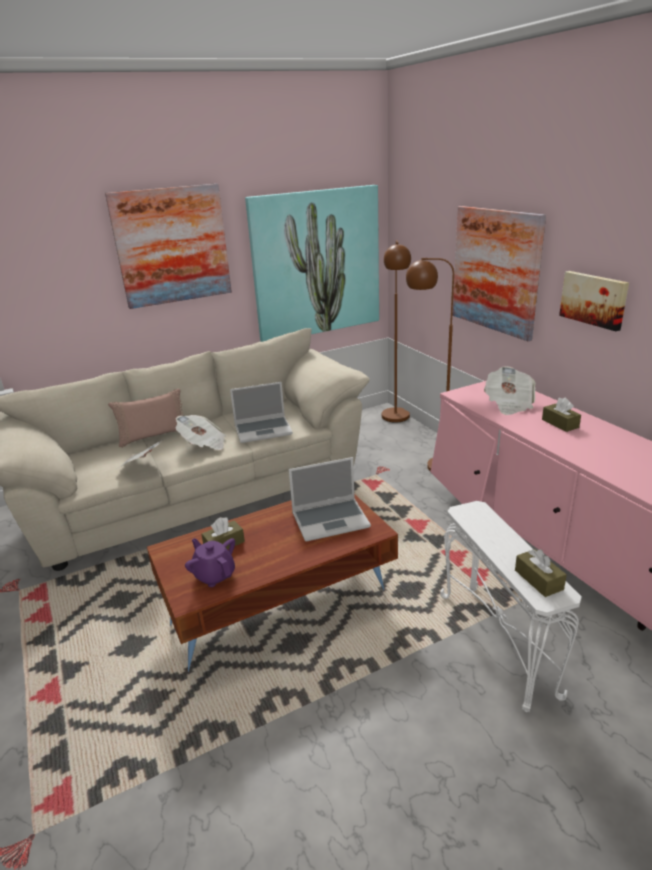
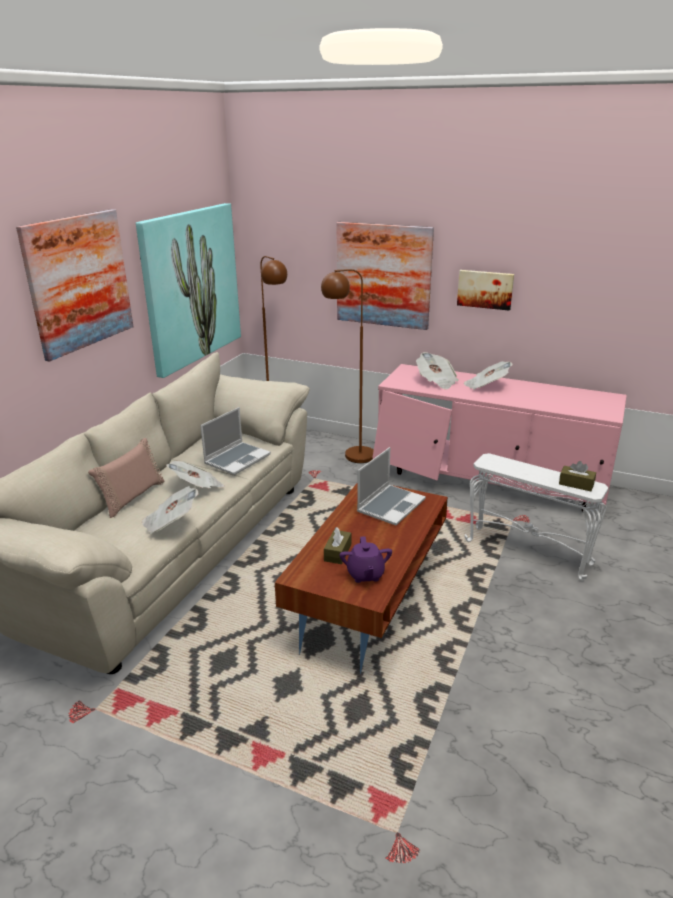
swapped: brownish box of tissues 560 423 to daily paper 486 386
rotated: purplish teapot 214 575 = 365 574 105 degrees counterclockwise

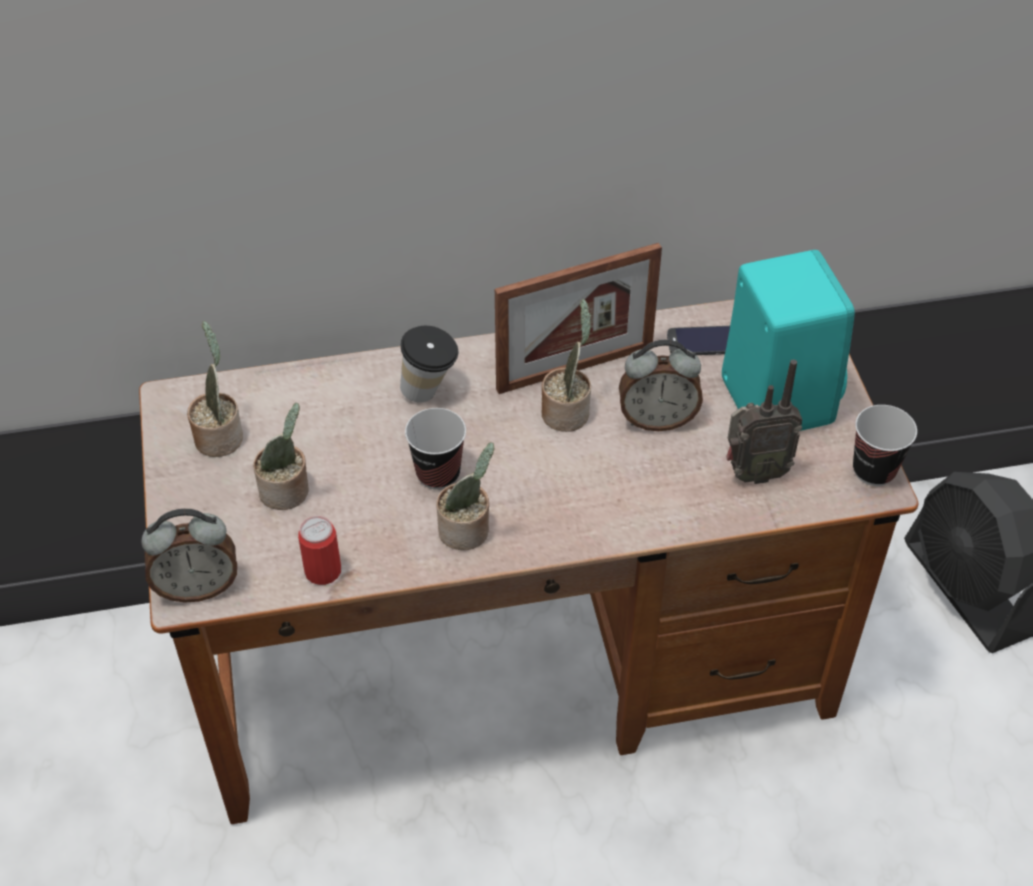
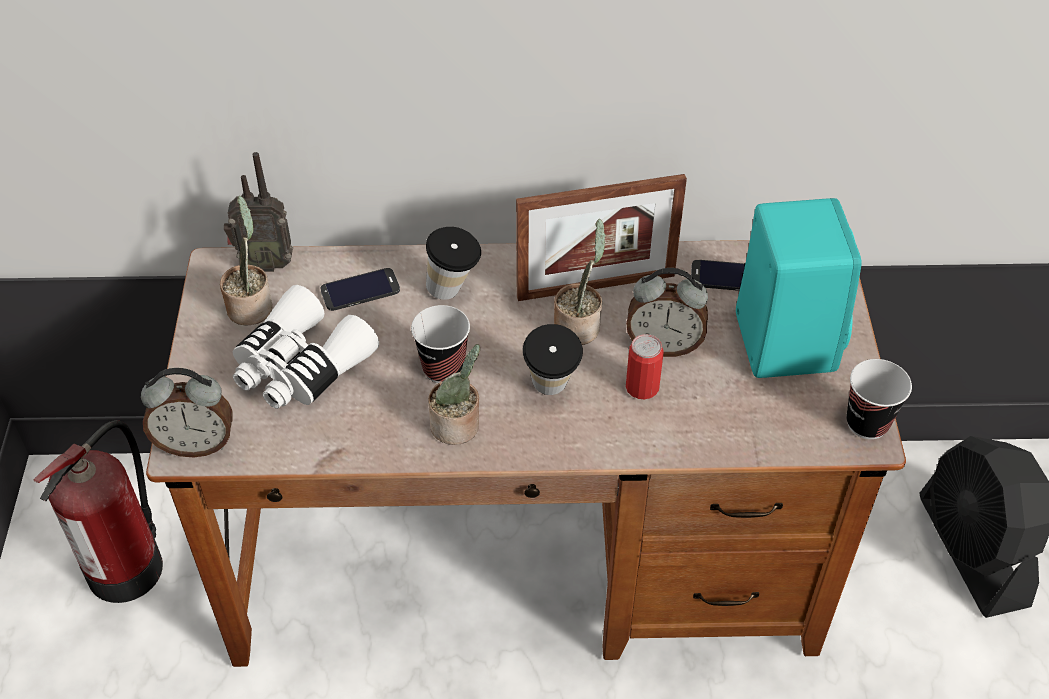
new: fire extinguisher 128 565; phone 360 290; cup 551 391
shifted: metal can 323 571 to 642 387; radio receiver 753 473 to 265 262
swapped: houseplant 287 492 to white-coloured field glasses 300 366

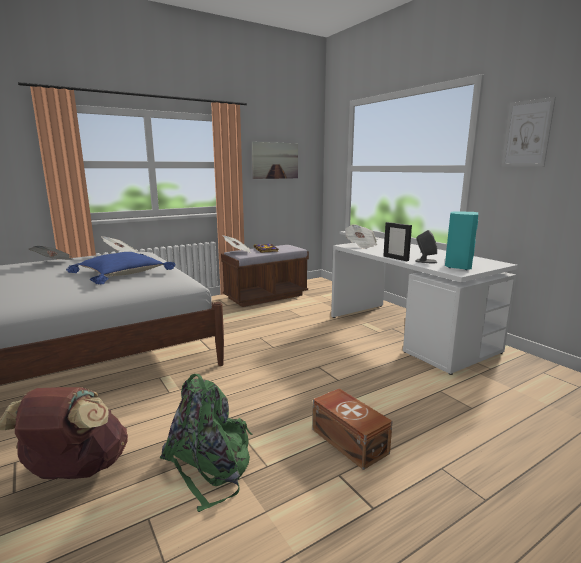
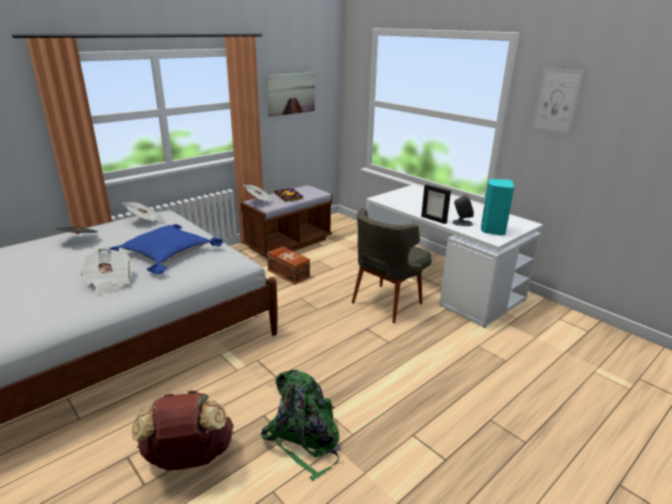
new: greyish plain chair 387 303
shifted: brownish storage container 349 440 to 288 273; daily paper 360 245 to 109 282

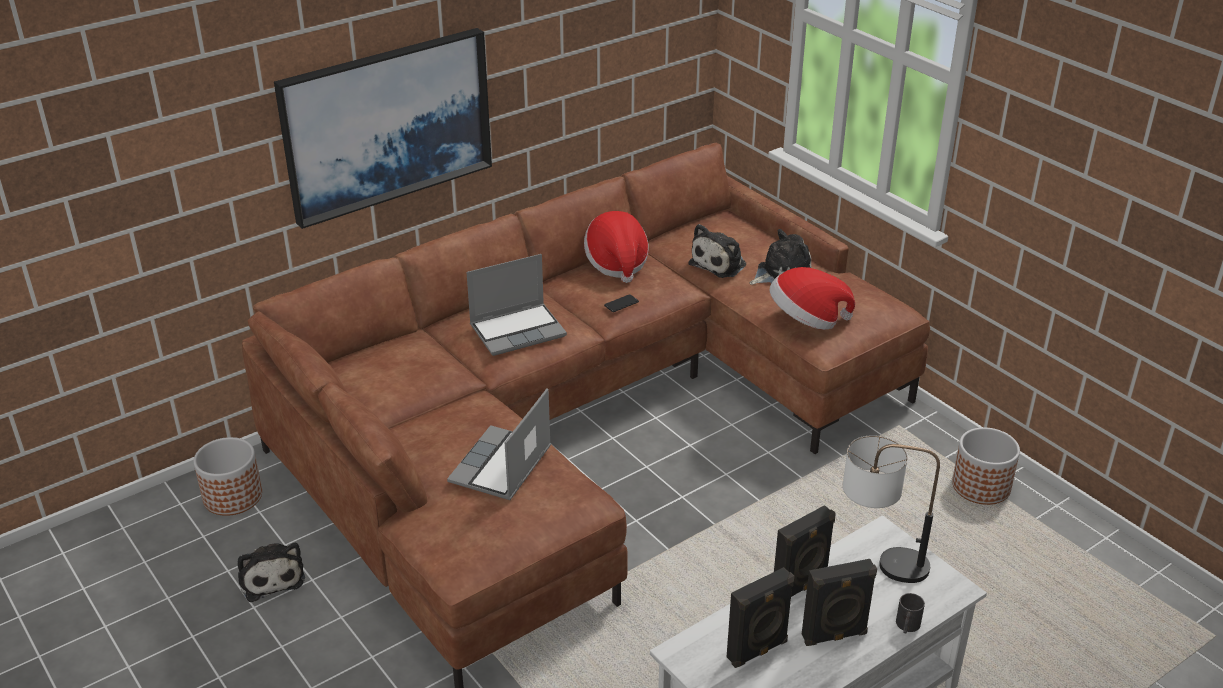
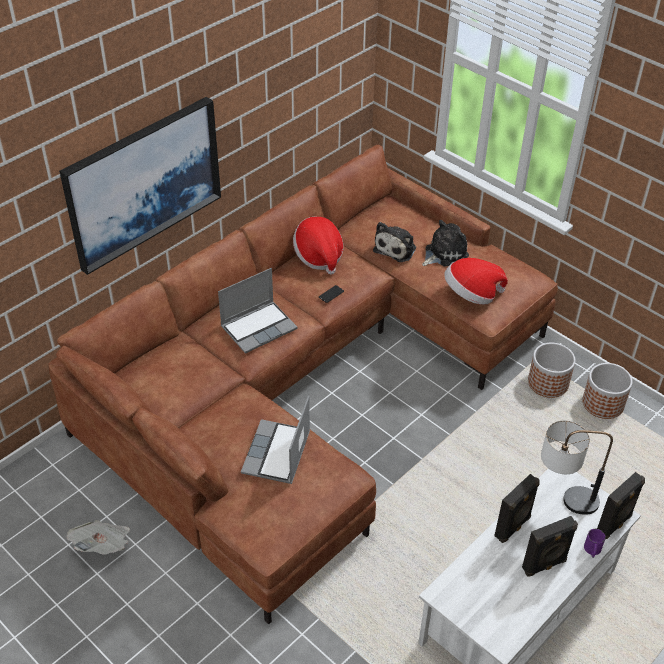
shifted: plant pot 233 497 to 548 383; black-coloured loudspeaker 758 651 to 614 525
swapped: plush toy 271 577 to daily paper 103 545
repainted: black-coloured tea mug 907 626 to purplish tea mug 592 550

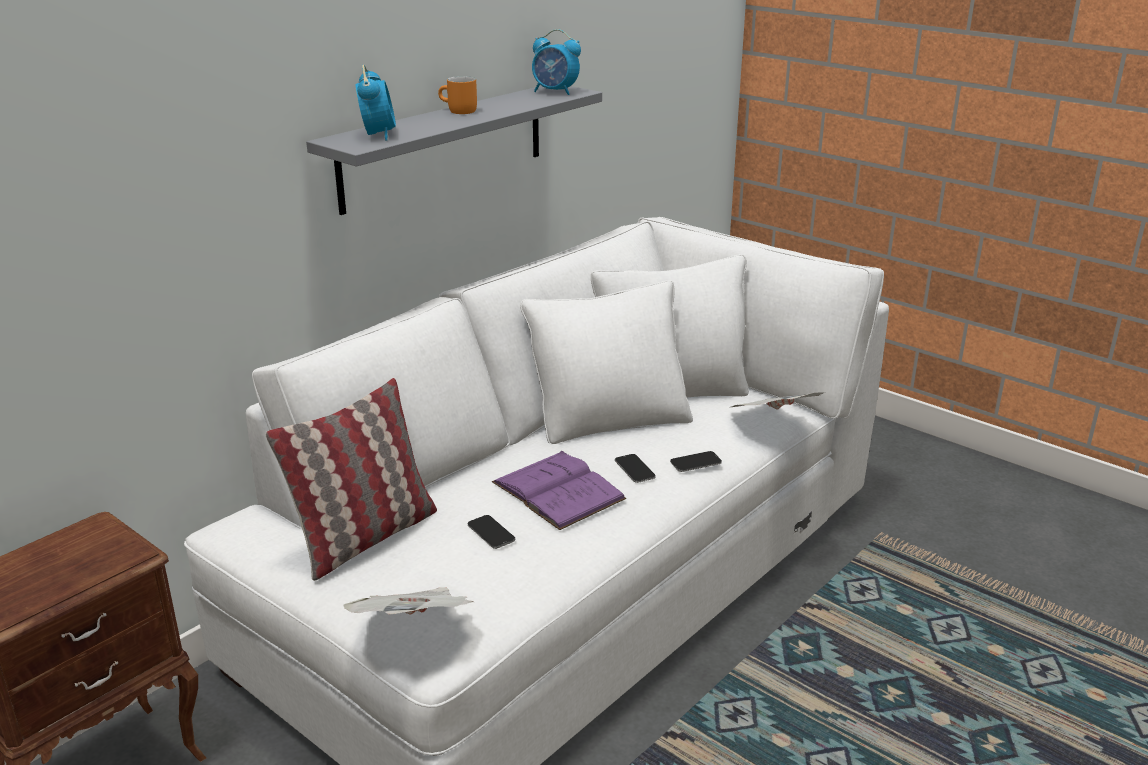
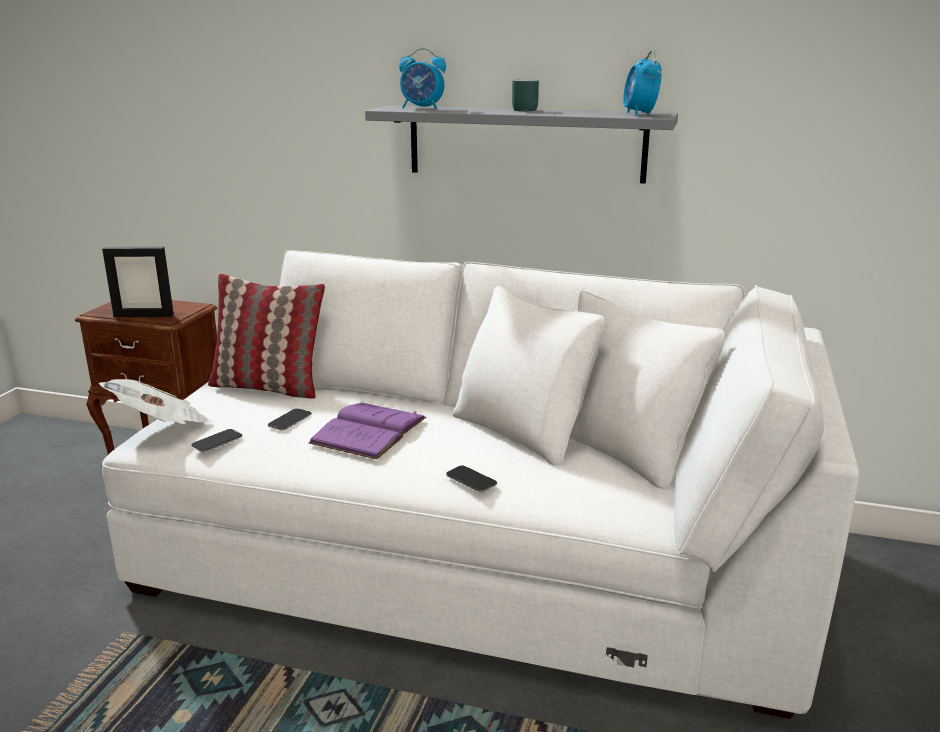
gone: daily paper 773 423
new: picture frame 144 315
shifted: phone 634 469 to 217 441
repainted: orange tea mug 457 111 to blue-green tea mug 522 110
rotated: table clock 378 135 = 422 108 45 degrees clockwise

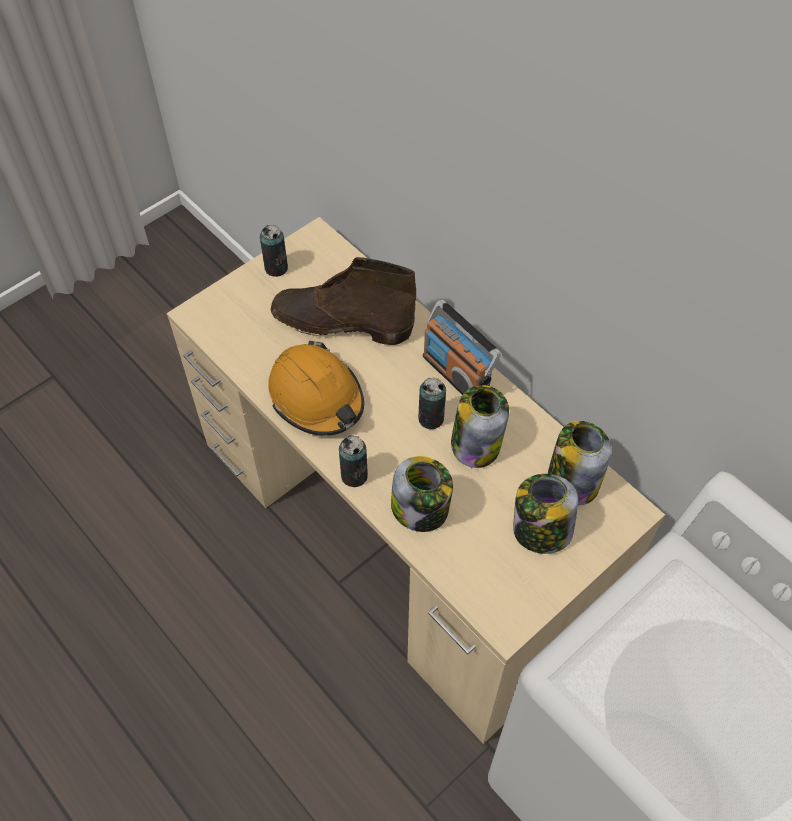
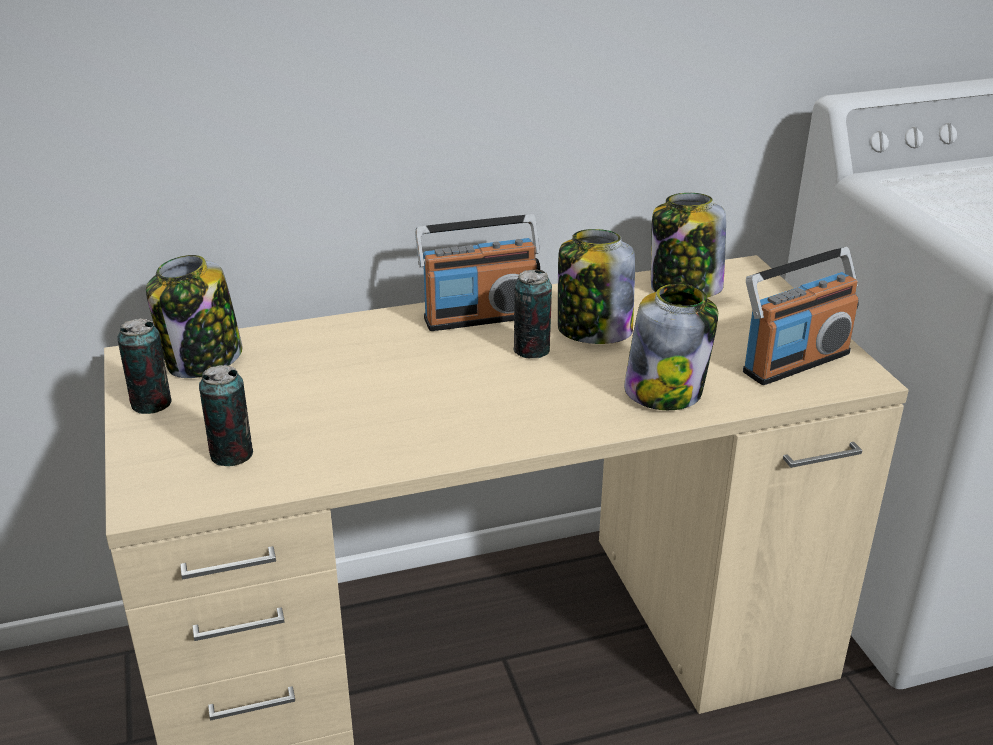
gone: orange safety helmet 317 397; brownish tall boot 341 322
new: radio receiver 795 362
shifted: metal can 354 475 to 231 454; storage jar 540 531 to 203 360

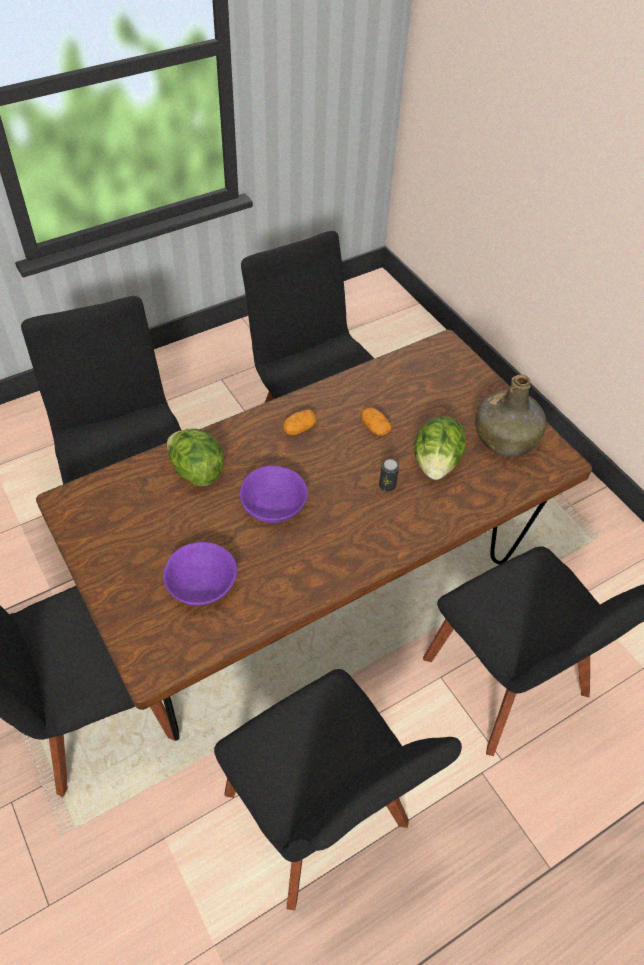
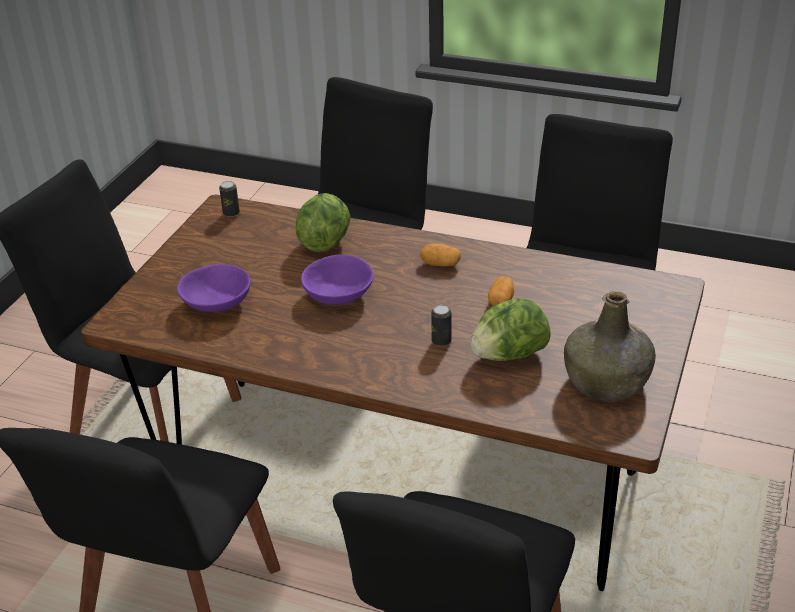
new: metal can 231 213

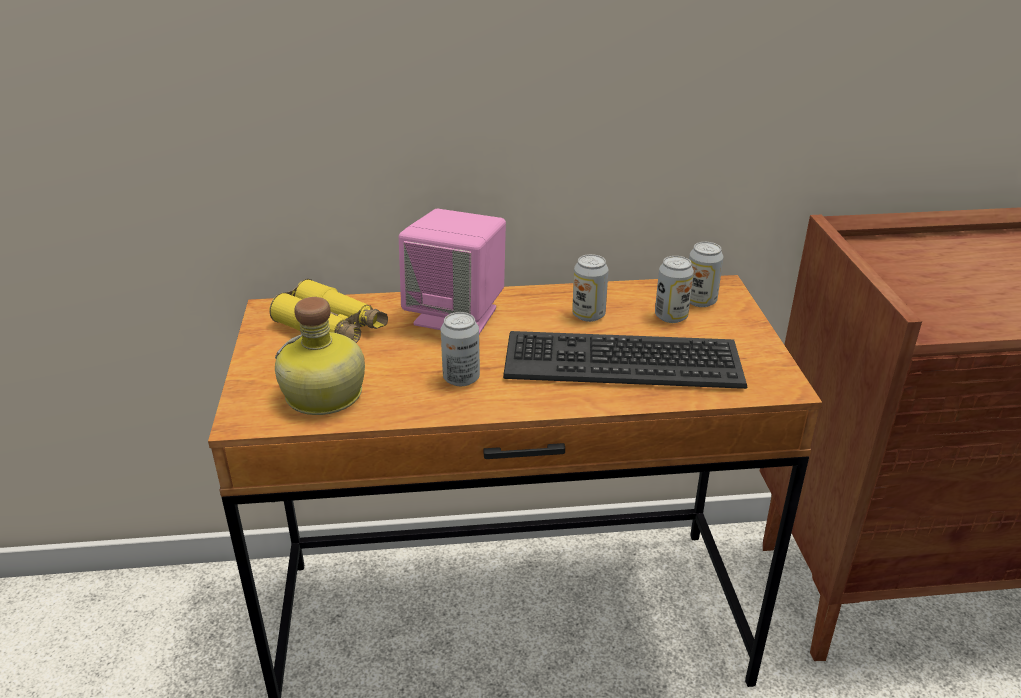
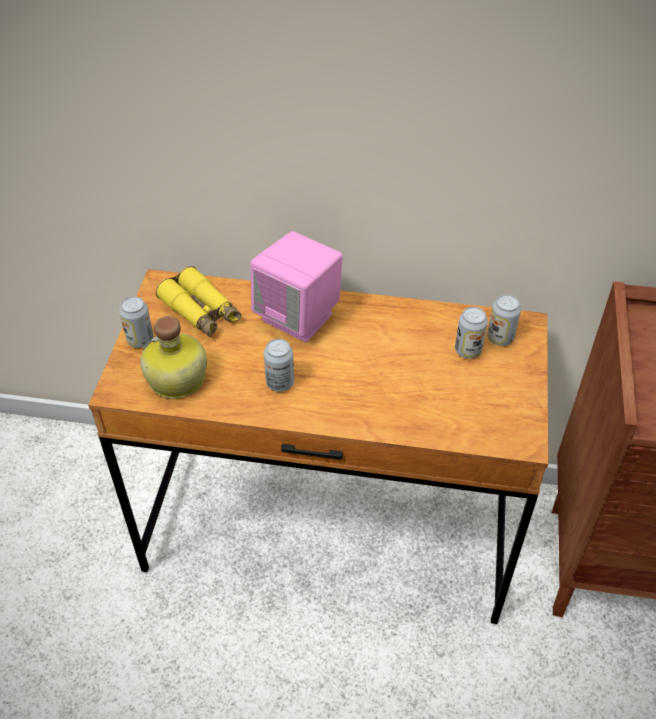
gone: computer keyboard 622 360
shifted: metal can 588 315 to 140 340

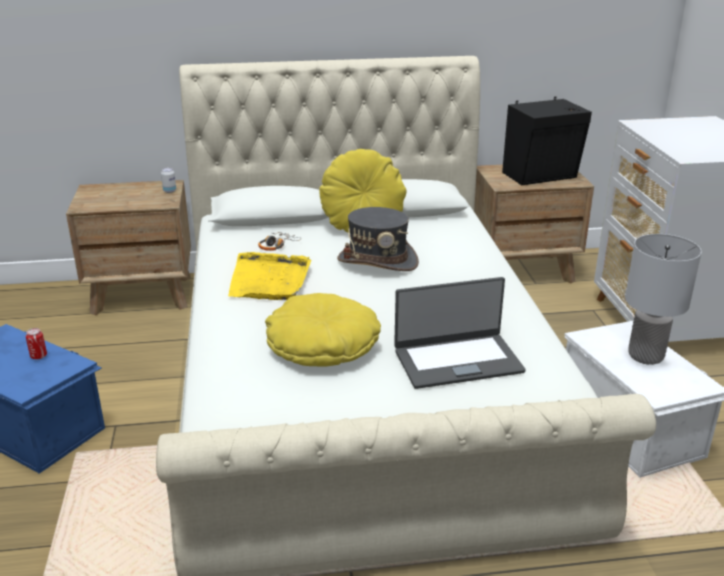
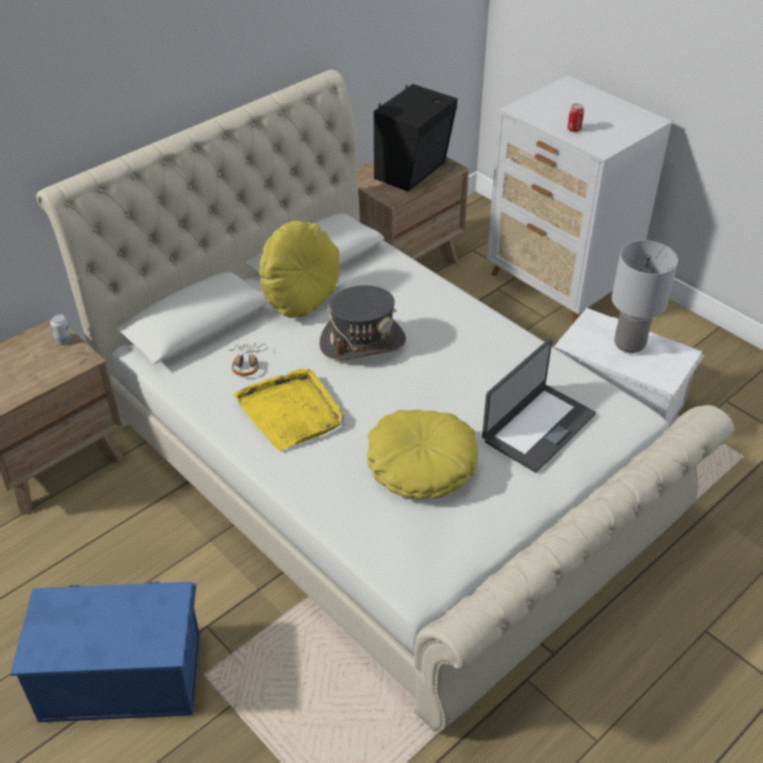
shifted: metal can 38 356 to 574 129

